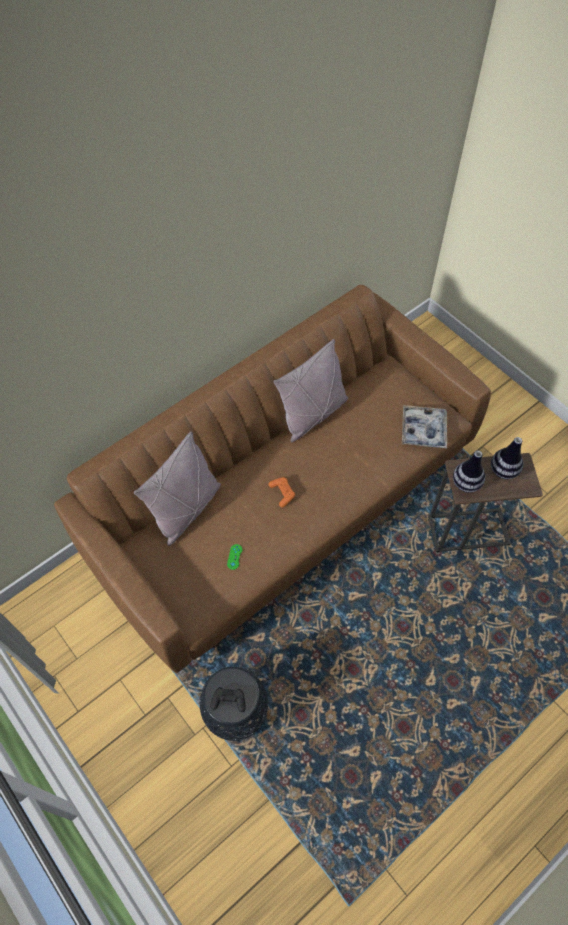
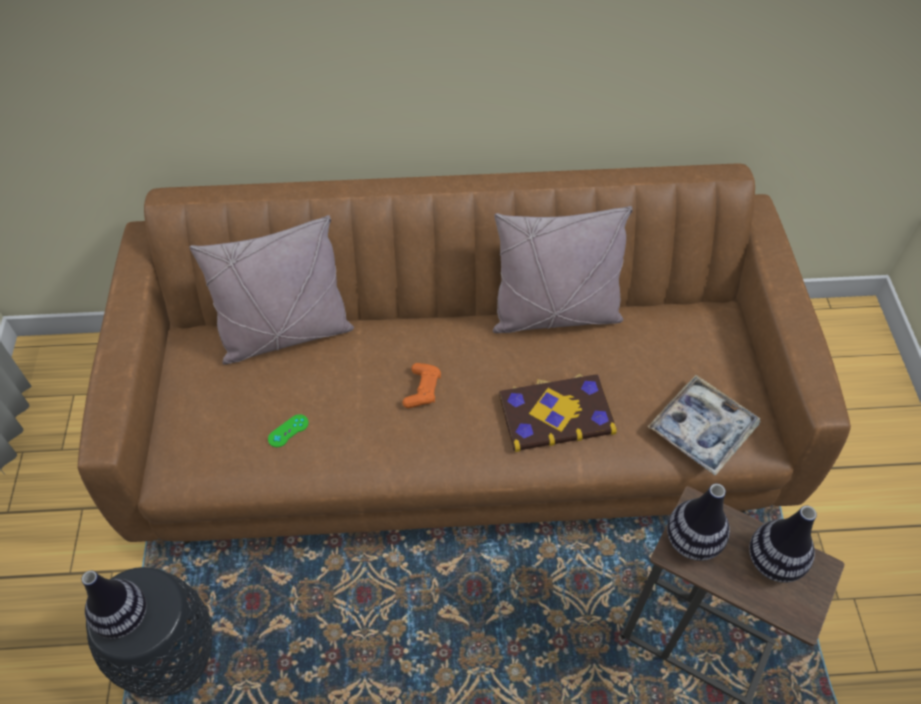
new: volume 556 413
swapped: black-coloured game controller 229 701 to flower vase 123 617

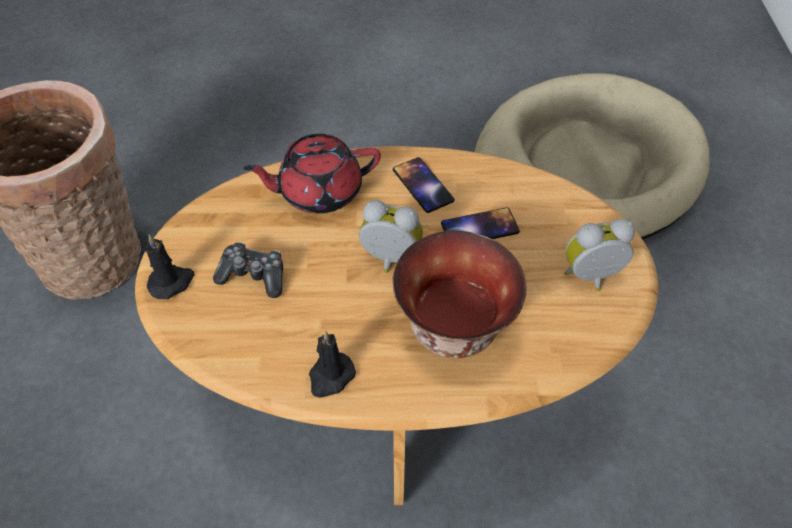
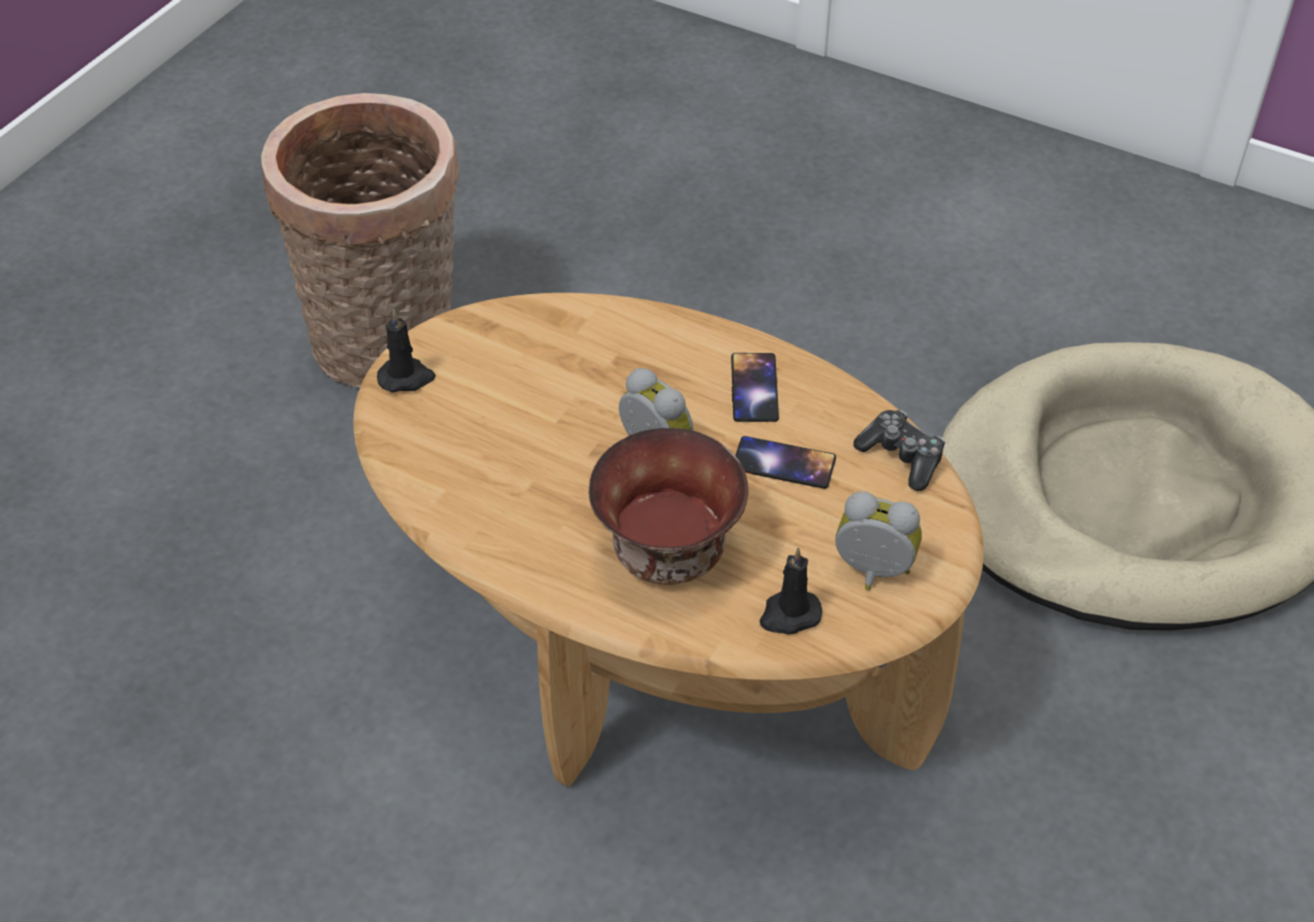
gone: red teapot 319 191
shifted: game controller 253 275 to 901 457; black-coloured wax candle 330 377 to 789 615

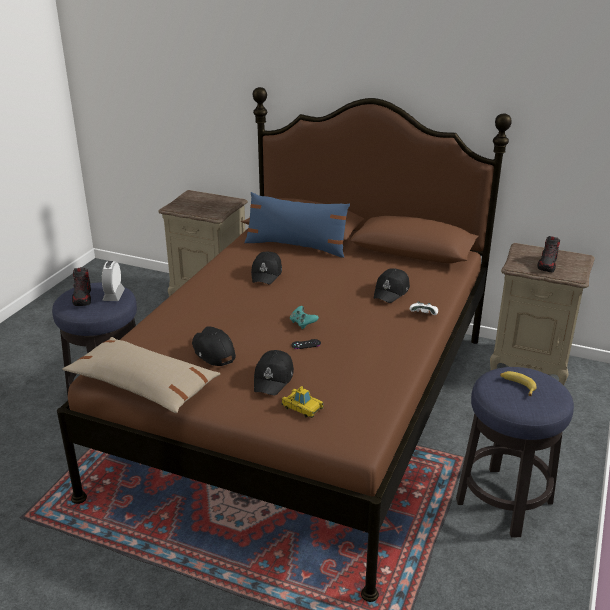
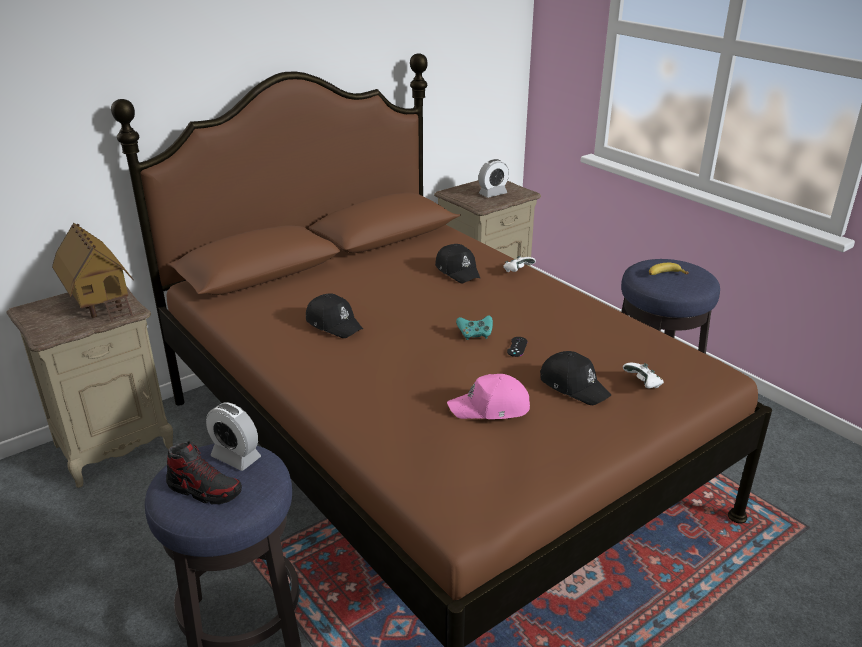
gone: beige cushion 143 385; blue cushion 296 246
new: miniature house 100 302
swapped: model car 302 407 to white-coloured game controller 643 384; low shoe 547 264 to table clock 493 194
repainted: black-coloured cap 212 352 to pink-coloured cap 490 408

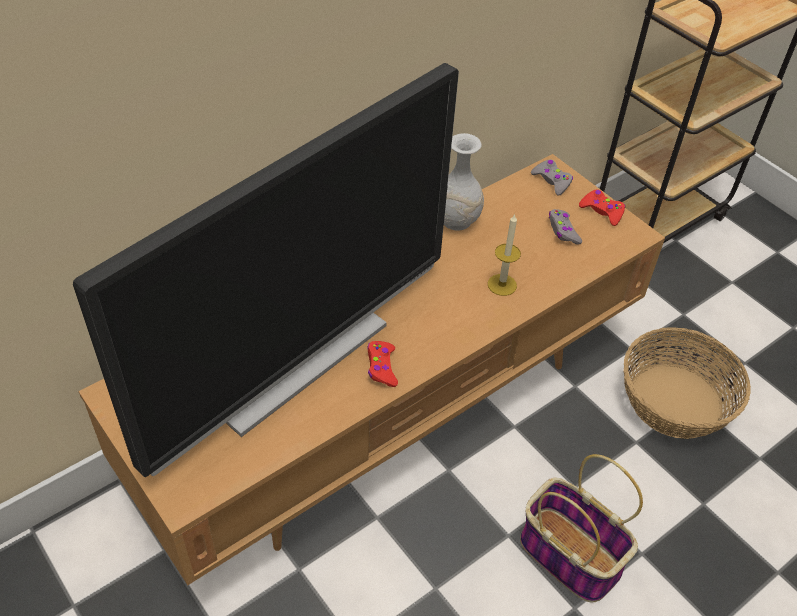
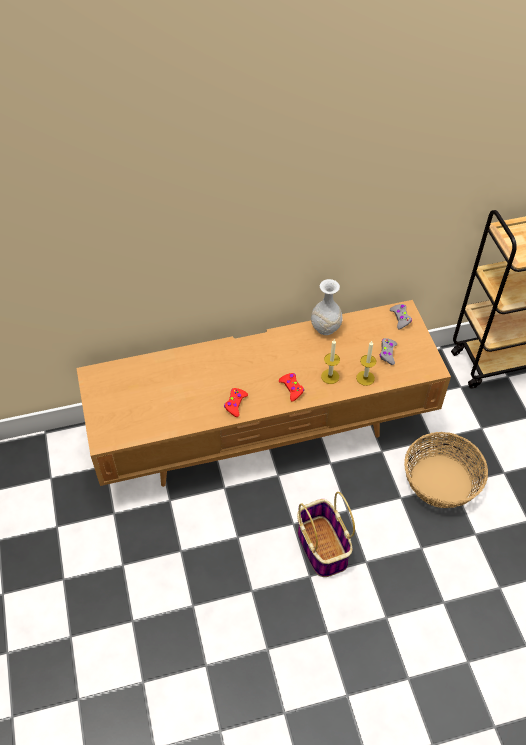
gone: television 296 361
new: wax candle 365 378
shifted: red game controller 602 211 to 292 388

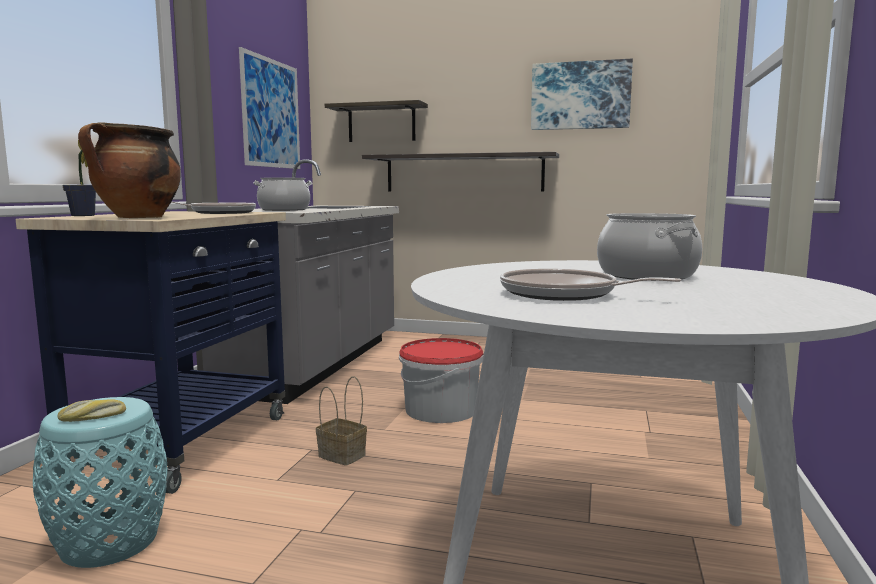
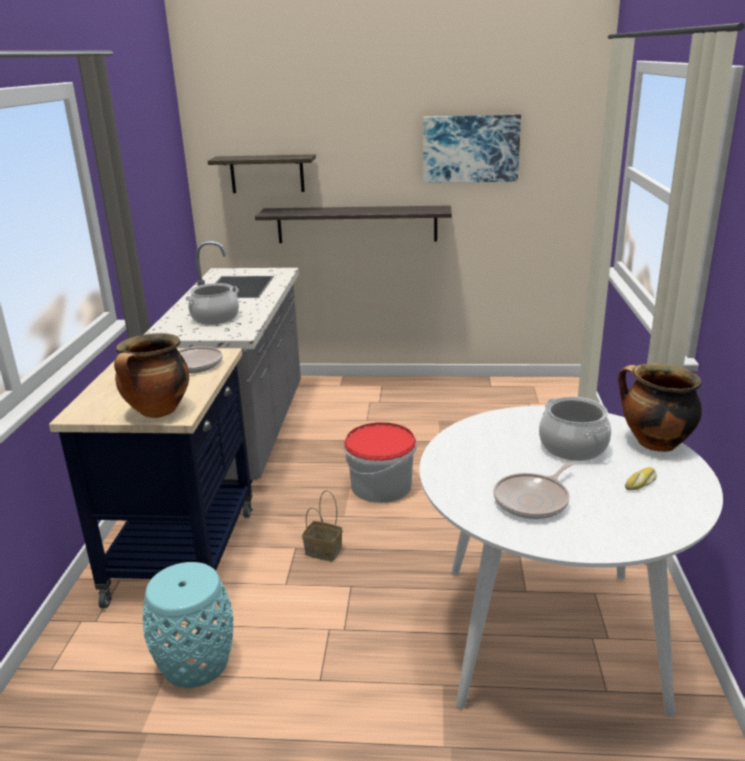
gone: houseplant 84 215; picture 271 113
new: saucepot 653 443
shifted: baked bread 92 417 to 641 483
rotated: skillet 564 294 = 533 500 60 degrees counterclockwise

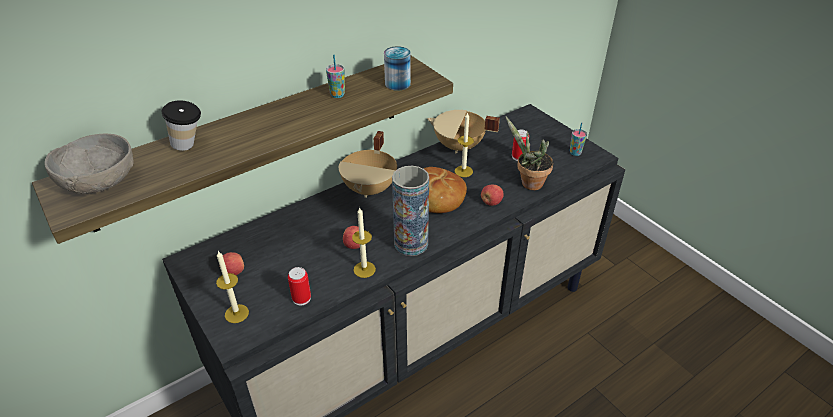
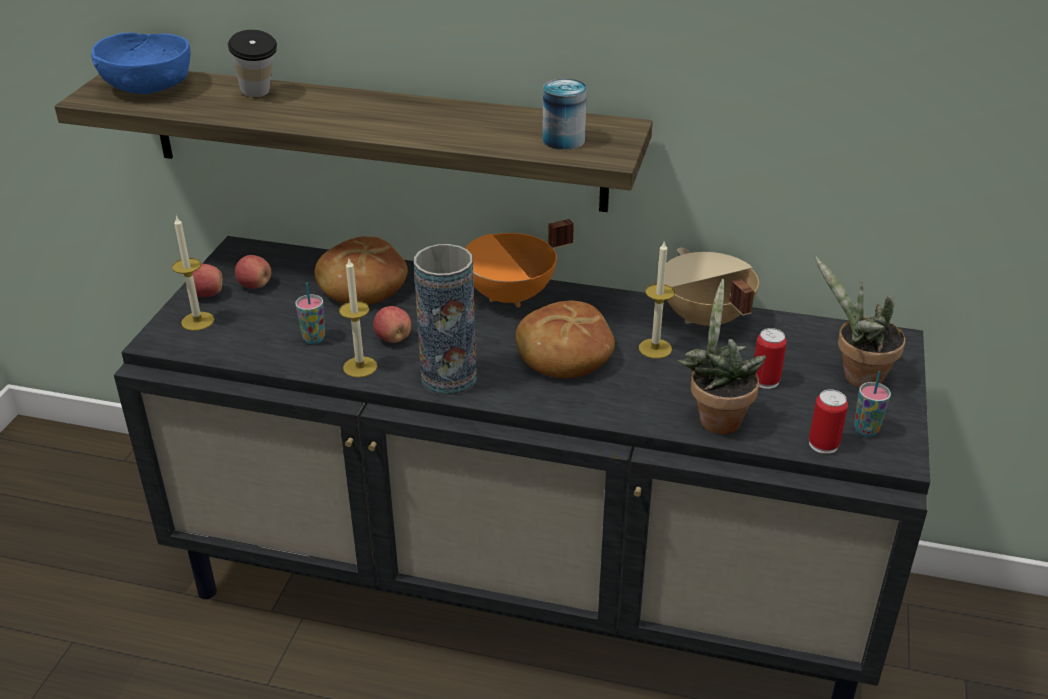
new: baked bread 361 285; houseplant 856 376
shifted: metal can 301 298 to 823 444; cup 337 95 to 314 339; apple fruit 491 202 to 207 294
repainted: greyish serving bowl 99 181 to blue serving bowl 149 86; beige saucepot 370 189 to orange saucepot 511 297

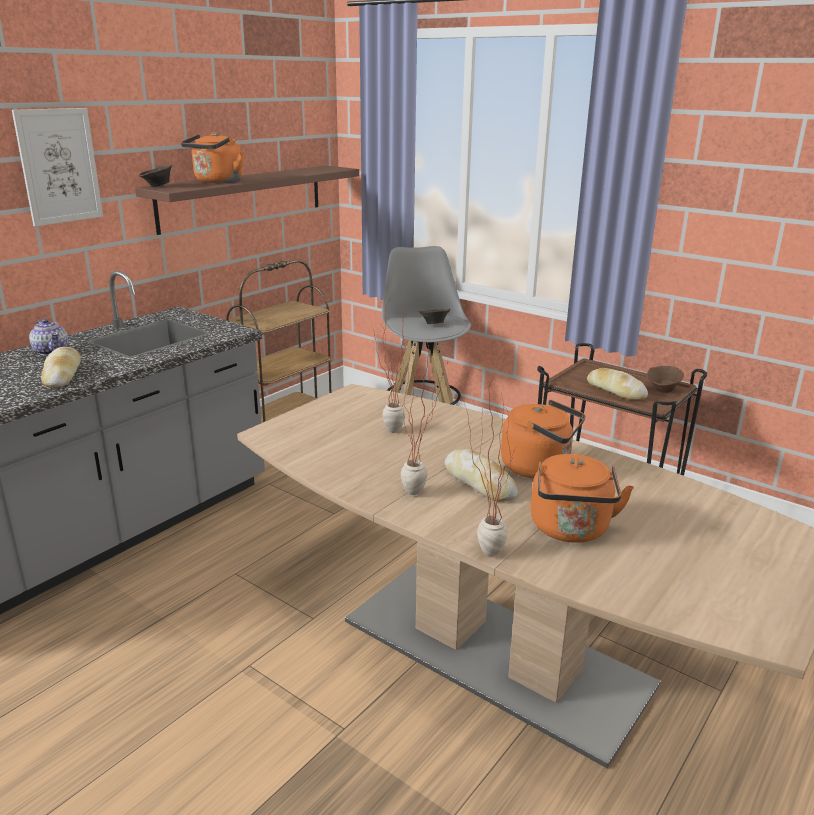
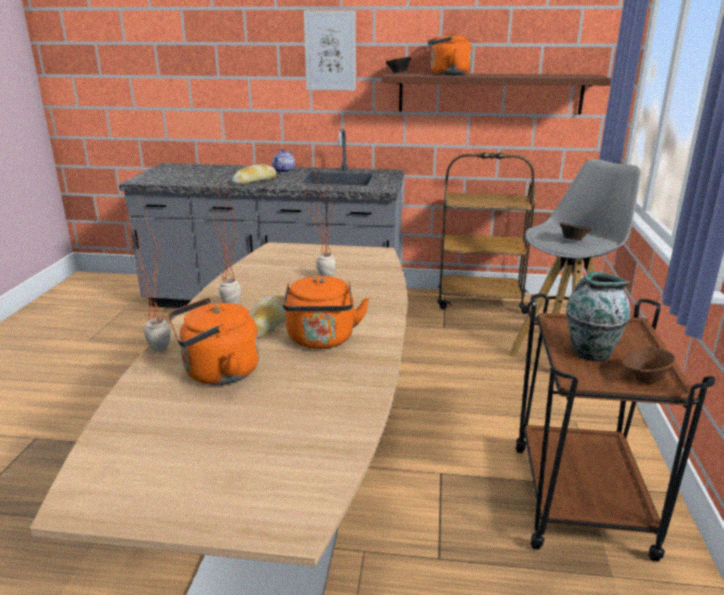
swapped: baked bread 615 391 to flower vase 590 352

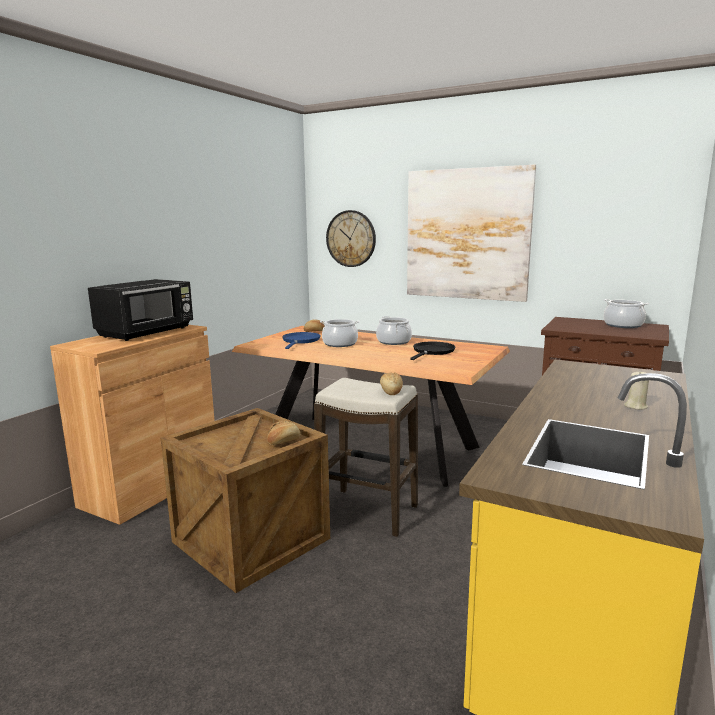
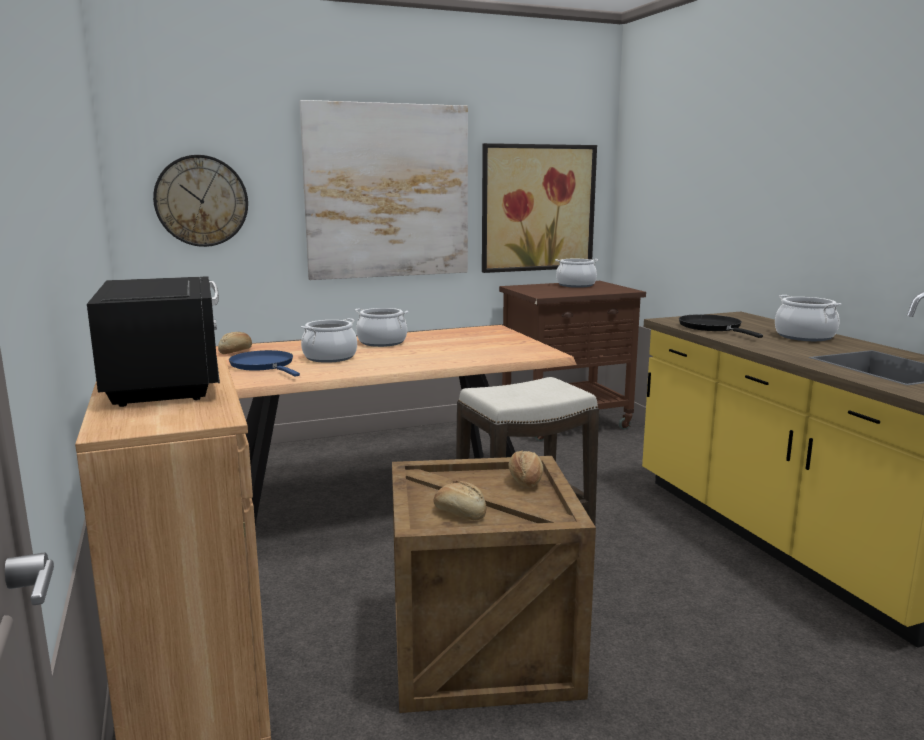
new: picture 538 208
shifted: baked bread 391 391 to 460 513; black-coloured skillet 432 352 to 712 328
swapped: beige wax candle 635 406 to saucepot 804 336

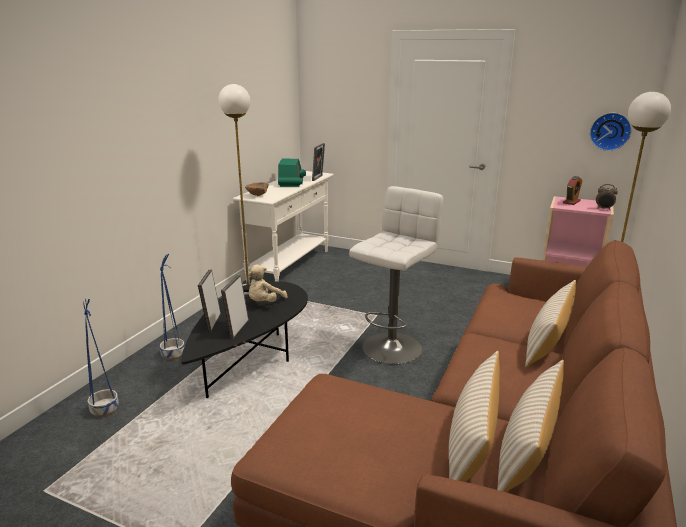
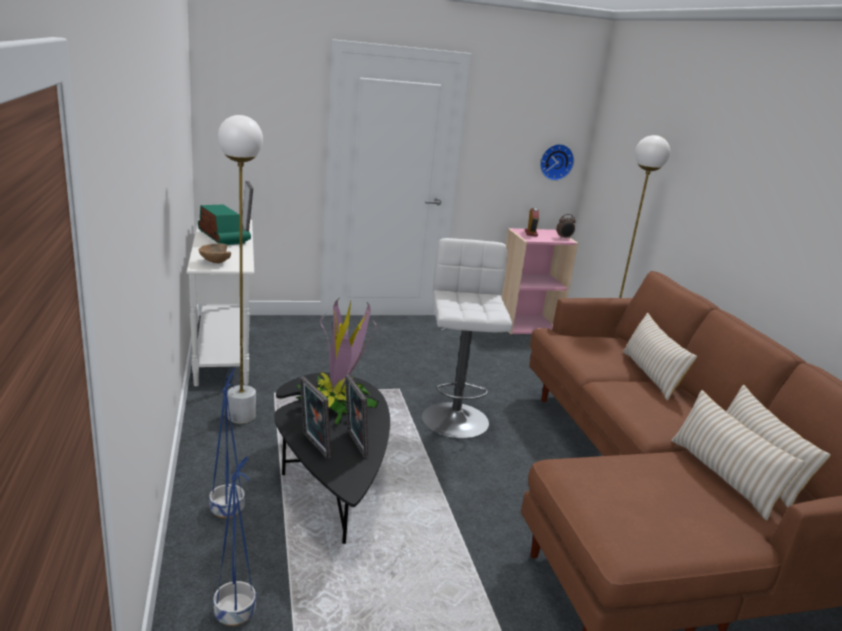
swapped: beige plush toy 264 302 to houseplant 336 404

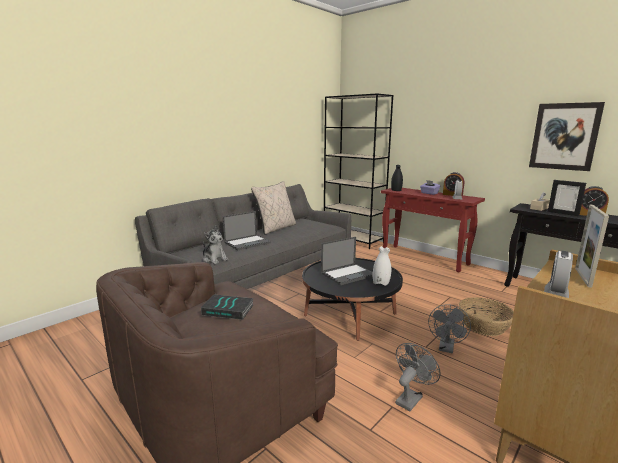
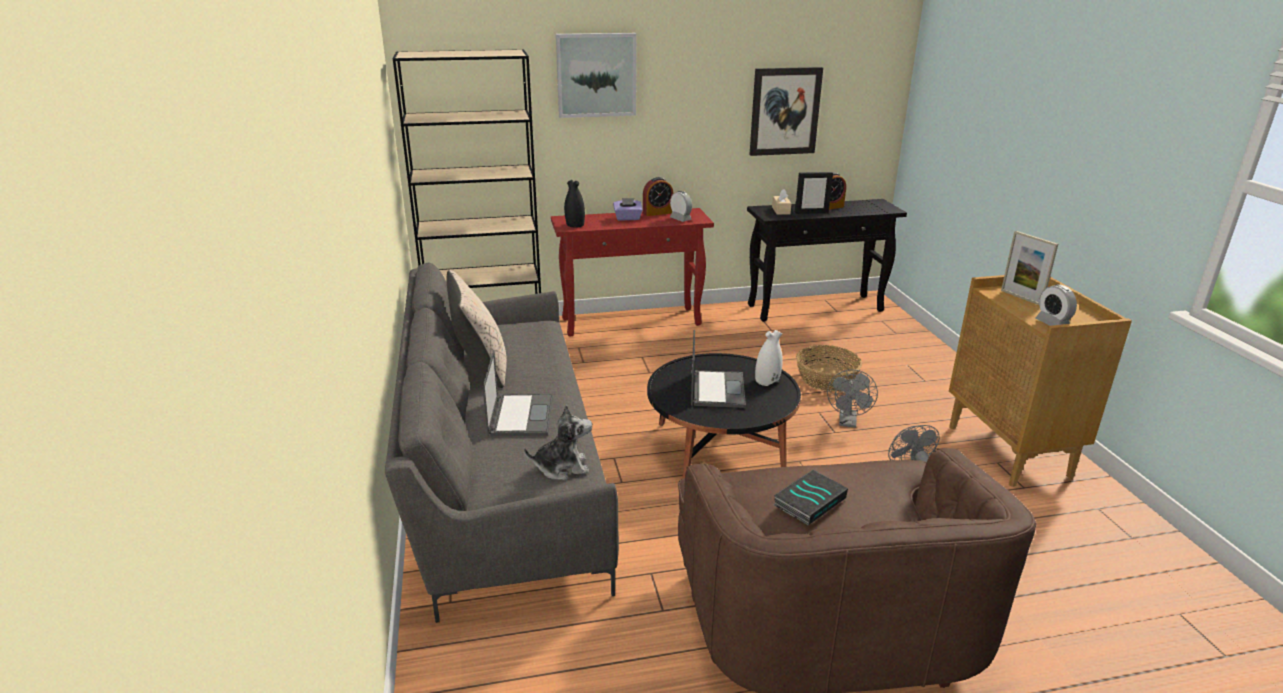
new: picture 596 75
rotated: greyish electric fan 446 348 = 848 422 45 degrees clockwise

